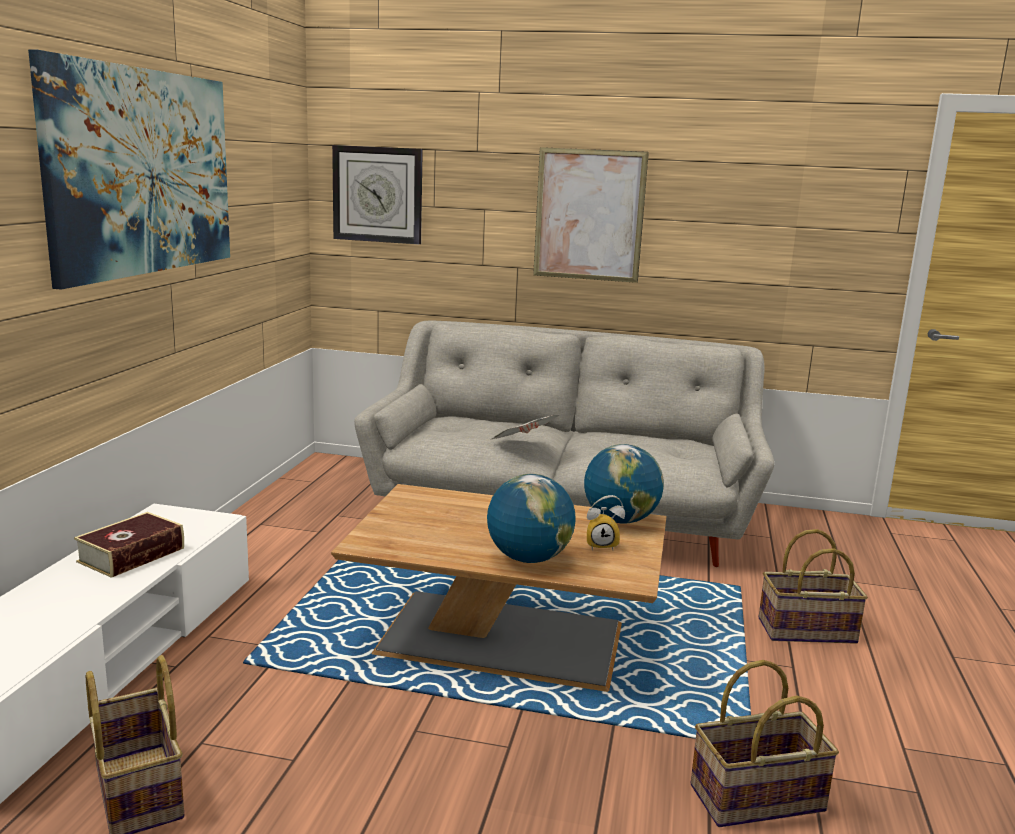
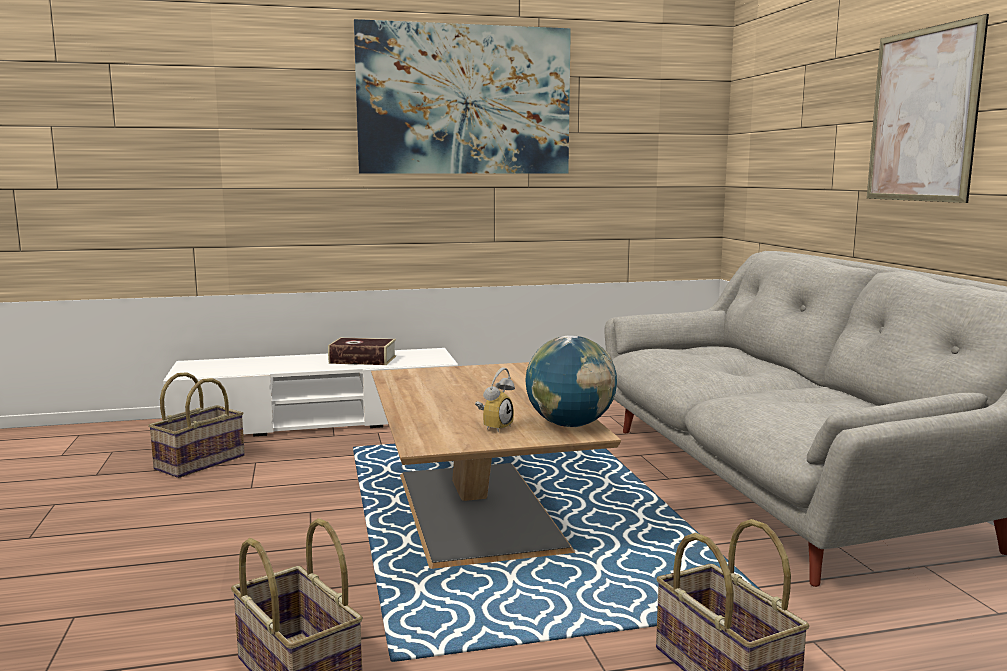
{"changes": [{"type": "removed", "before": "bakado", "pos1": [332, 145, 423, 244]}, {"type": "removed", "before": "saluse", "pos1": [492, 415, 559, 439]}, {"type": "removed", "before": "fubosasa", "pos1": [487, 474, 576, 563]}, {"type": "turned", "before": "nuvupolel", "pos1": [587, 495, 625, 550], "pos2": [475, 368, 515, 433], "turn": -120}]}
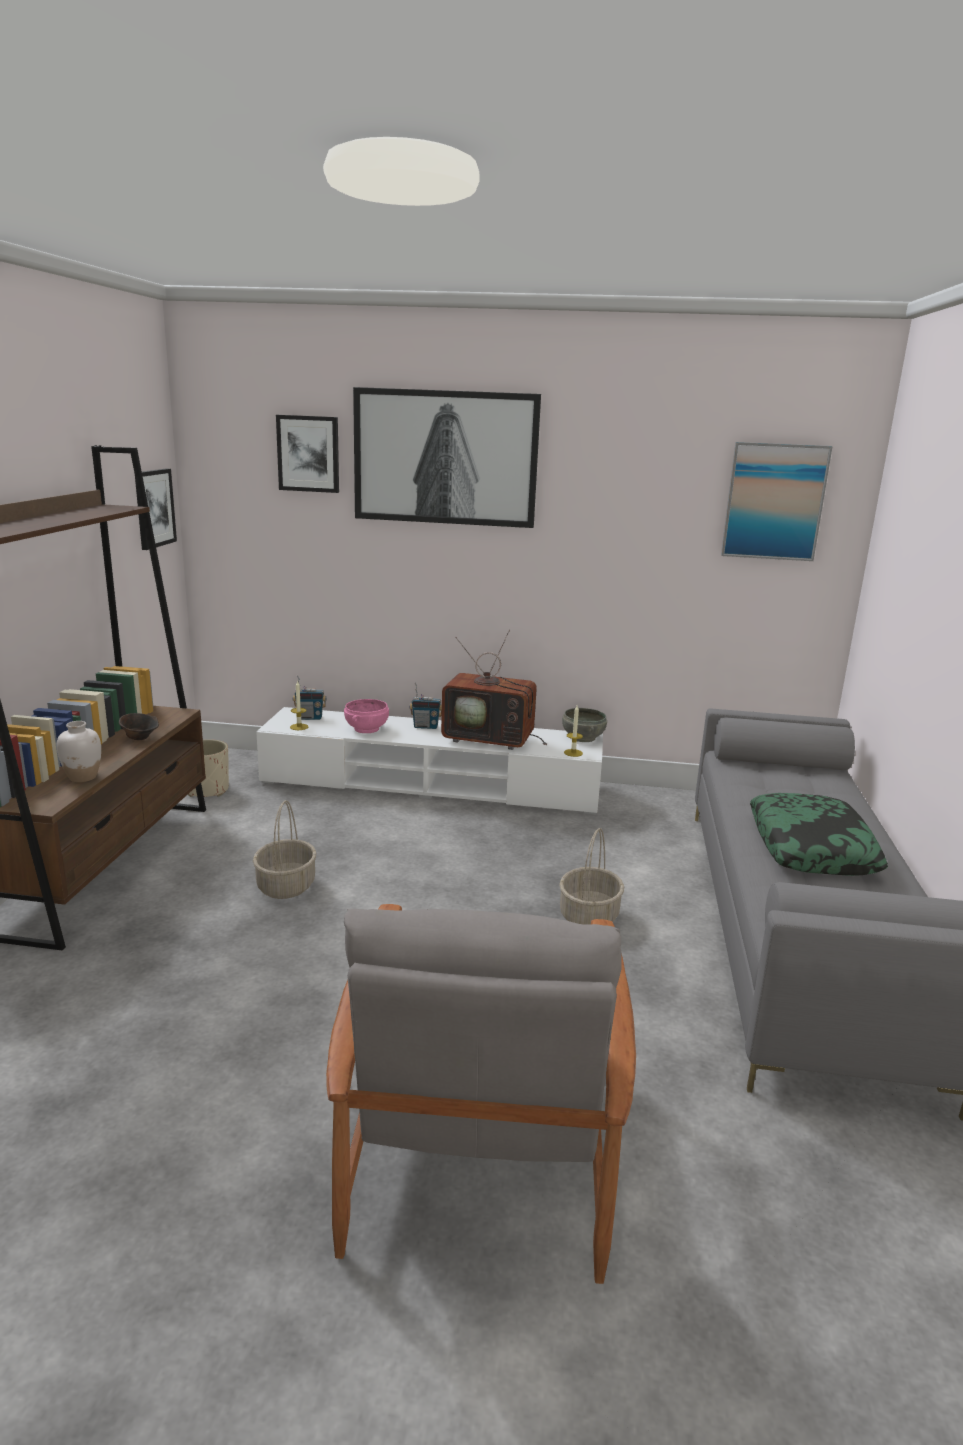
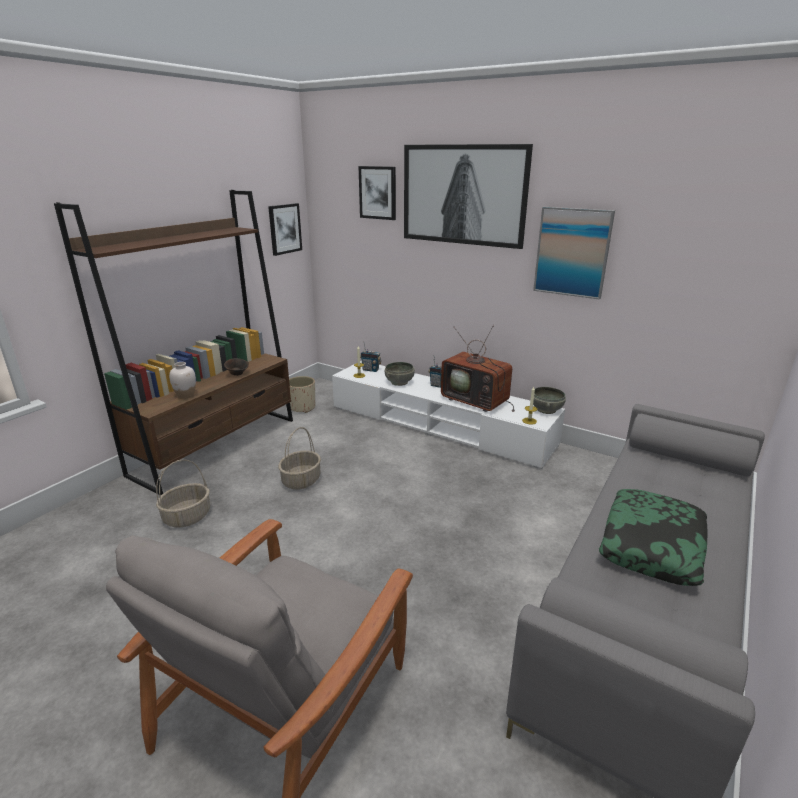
{"changes": [{"type": "moved", "before": "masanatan", "pos1": [721, 442, 833, 561], "pos2": [533, 207, 615, 300]}, {"type": "recoloured", "before": "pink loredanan", "after": "grey loredanan", "pos1": [344, 699, 389, 733], "pos2": [385, 362, 415, 386]}, {"type": "moved", "before": "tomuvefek", "pos1": [559, 828, 624, 925], "pos2": [156, 459, 210, 528]}]}
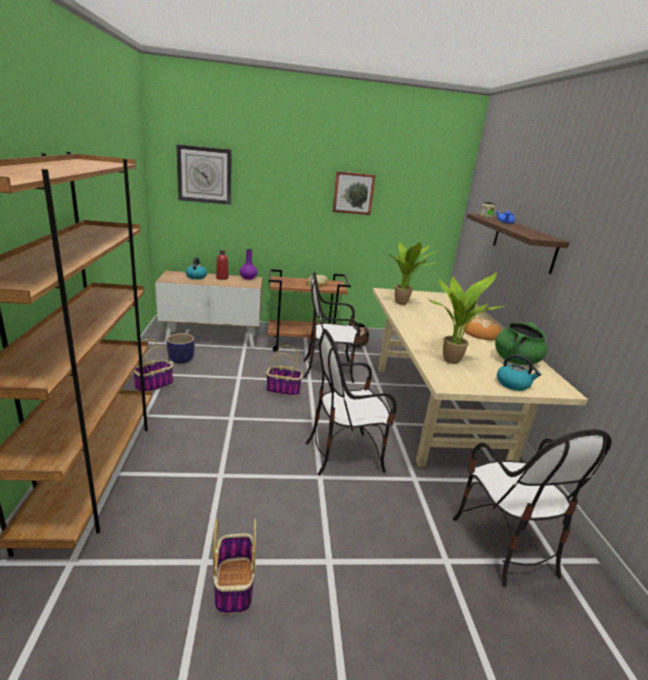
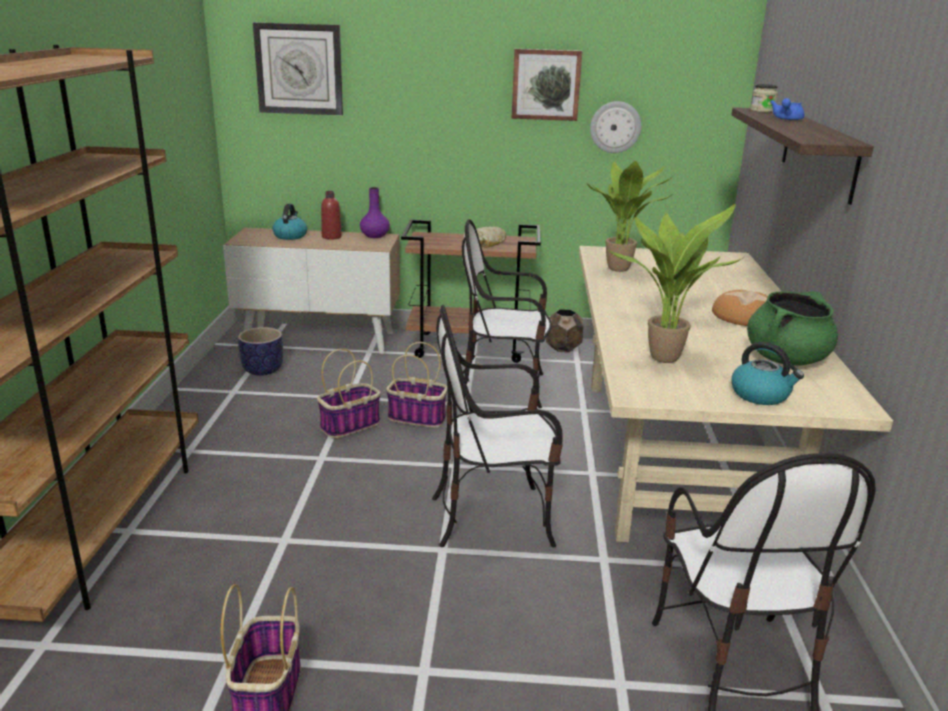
{"changes": [{"type": "moved", "before": "tomuvefek", "pos1": [133, 339, 173, 391], "pos2": [317, 349, 381, 438]}, {"type": "added", "after": "bakado", "pos2": [590, 101, 641, 153]}]}
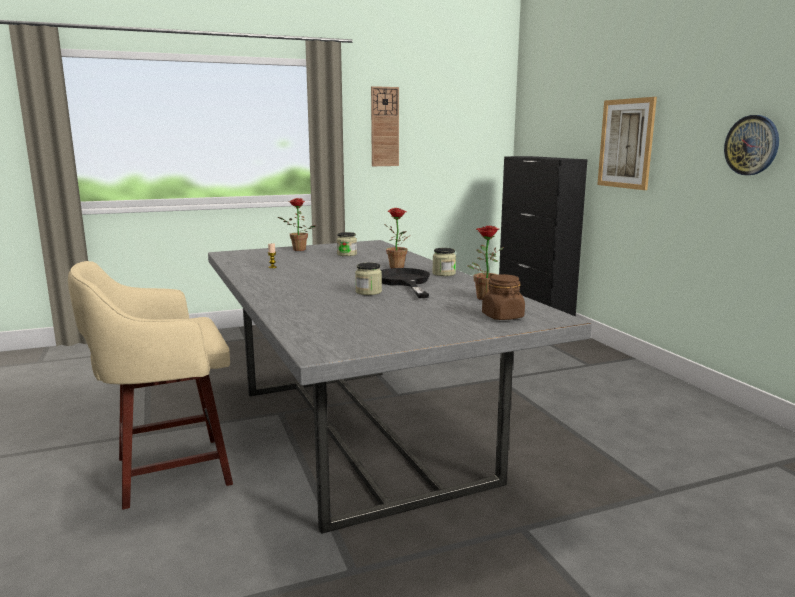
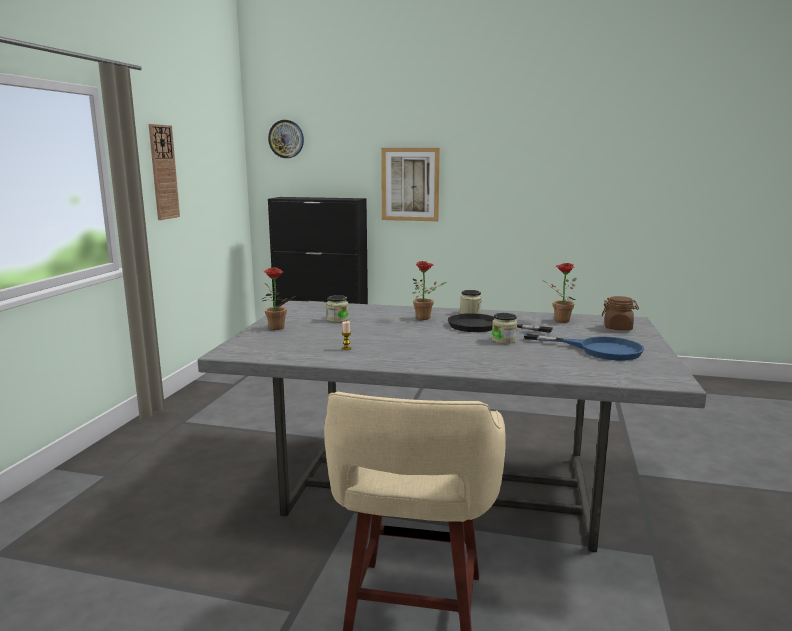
{"changes": [{"type": "moved", "before": "bakado", "pos1": [724, 115, 779, 175], "pos2": [268, 120, 304, 158]}, {"type": "added", "after": "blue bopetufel", "pos2": [524, 333, 644, 360]}]}
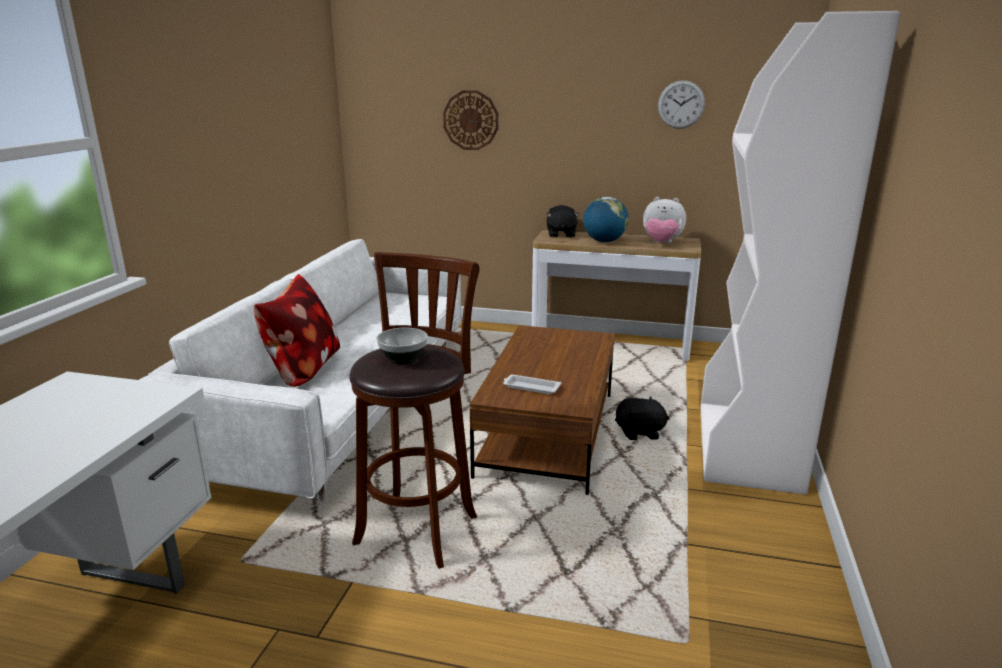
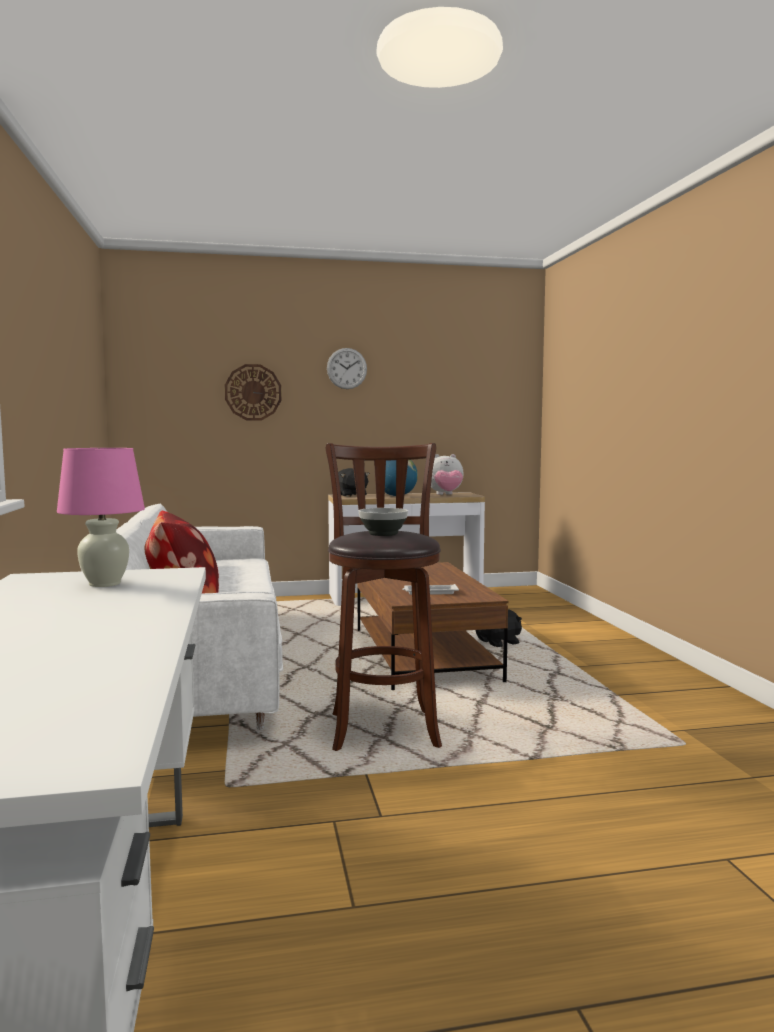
{"changes": [{"type": "removed", "before": "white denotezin", "pos1": [700, 11, 901, 495]}, {"type": "moved", "before": "bakado", "pos1": [658, 80, 705, 129], "pos2": [327, 348, 367, 389]}, {"type": "added", "after": "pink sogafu", "pos2": [57, 448, 145, 587]}]}
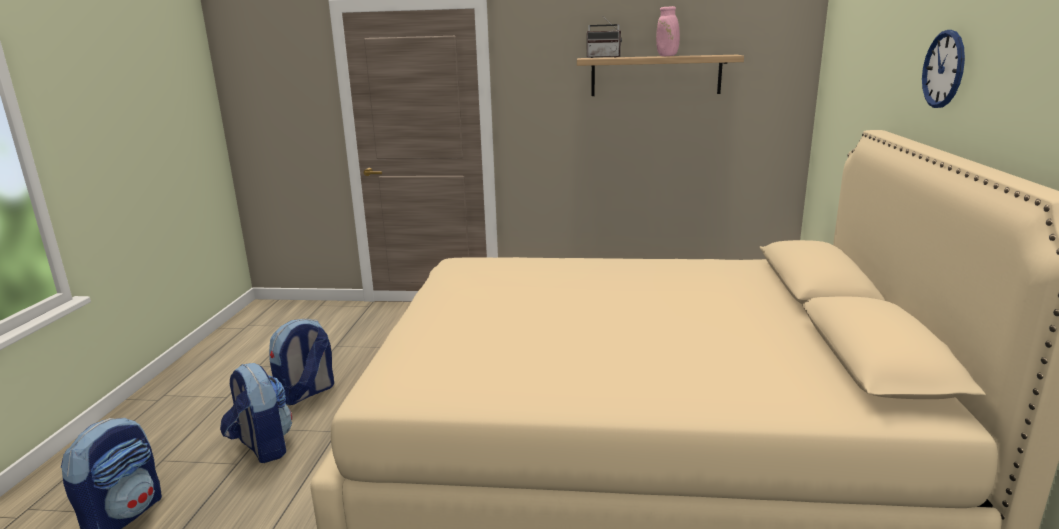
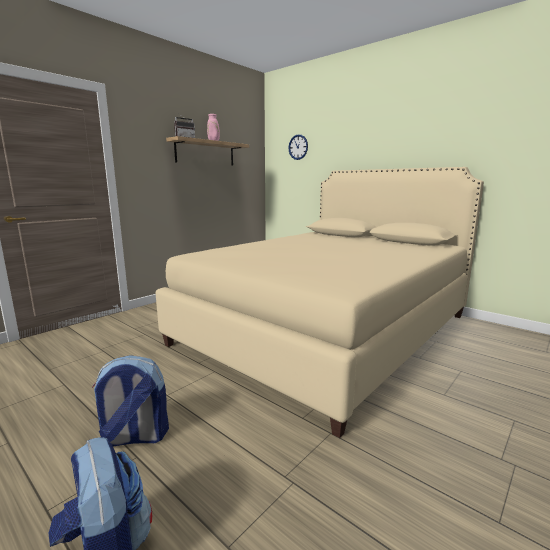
{"changes": [{"type": "moved", "before": "bakado", "pos1": [922, 30, 965, 108], "pos2": [288, 134, 308, 160]}, {"type": "removed", "before": "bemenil", "pos1": [269, 319, 334, 405]}]}
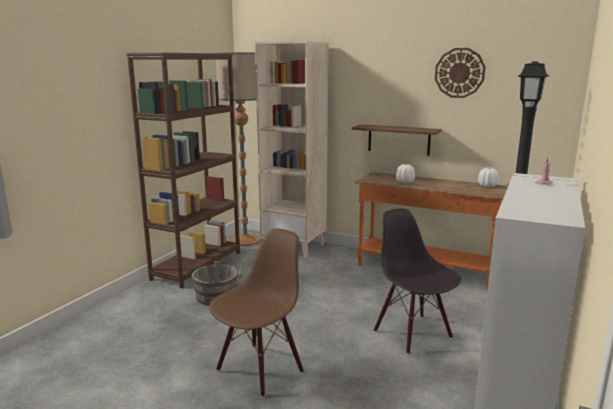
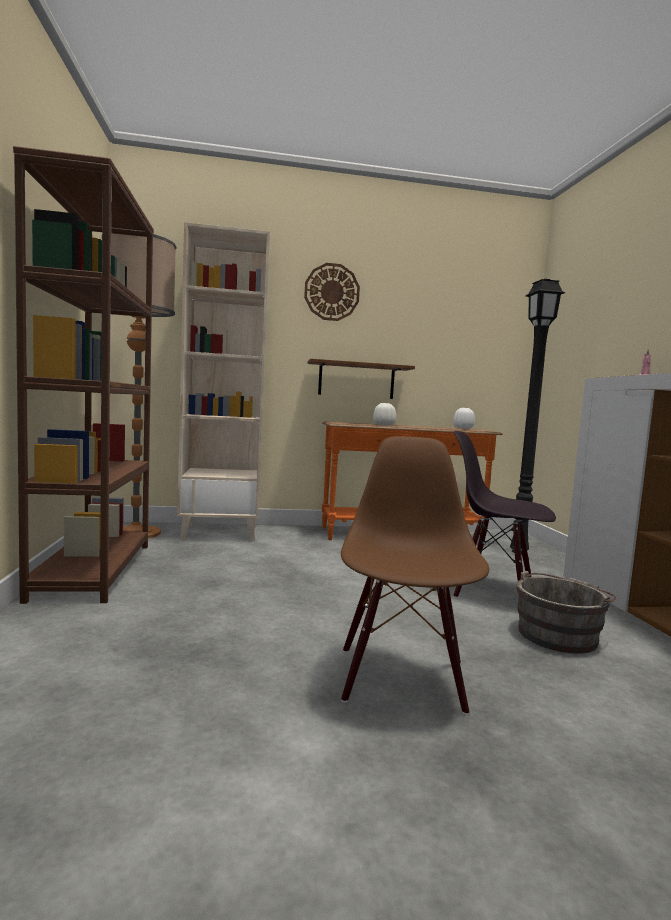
{"changes": [{"type": "moved", "before": "bakado", "pos1": [435, 48, 485, 98], "pos2": [304, 263, 360, 321]}, {"type": "moved", "before": "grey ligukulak", "pos1": [191, 261, 243, 306], "pos2": [516, 571, 616, 654]}]}
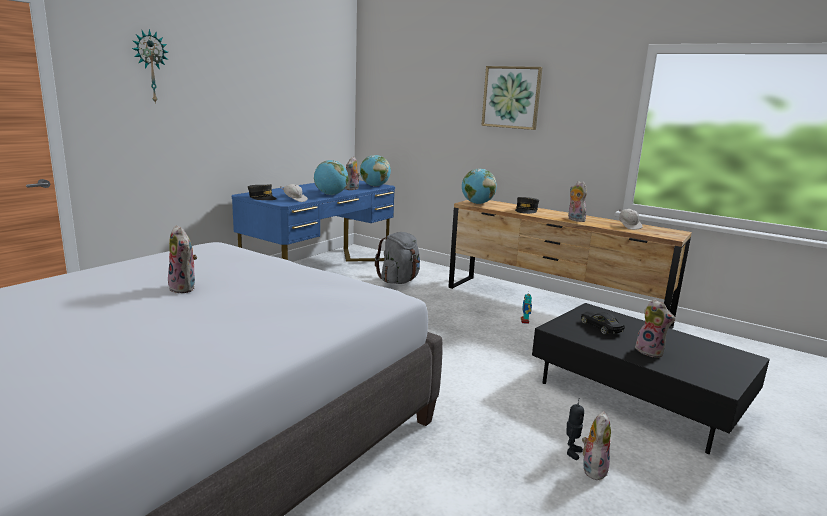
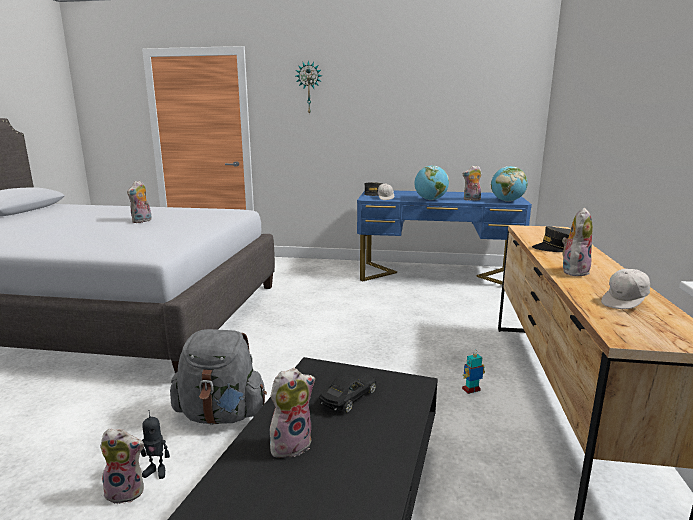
{"changes": [{"type": "removed", "before": "masanatan", "pos1": [481, 66, 543, 130]}, {"type": "removed", "before": "fubosasa", "pos1": [462, 169, 497, 204]}, {"type": "moved", "before": "grey bemenil", "pos1": [375, 232, 420, 284], "pos2": [170, 329, 267, 425]}, {"type": "turned", "before": "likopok", "pos1": [635, 299, 675, 357], "pos2": [270, 368, 315, 458], "turn": -150}]}
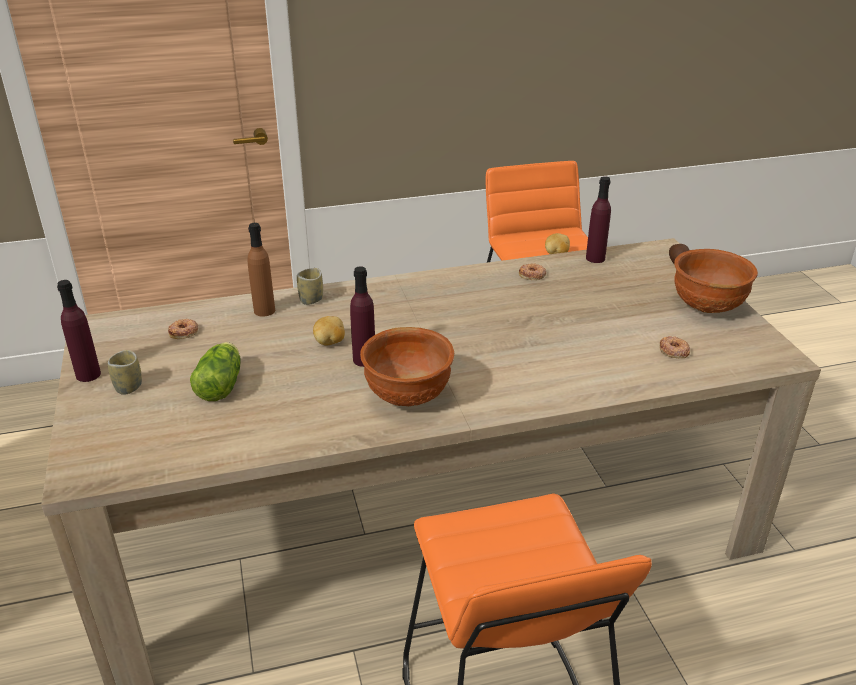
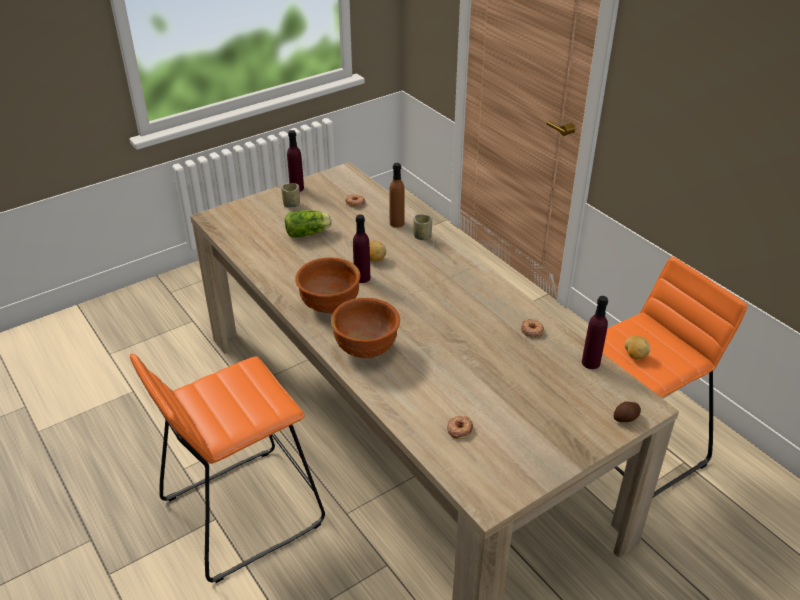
{"changes": [{"type": "moved", "before": "brown loredanan", "pos1": [674, 249, 758, 313], "pos2": [331, 298, 400, 358]}]}
